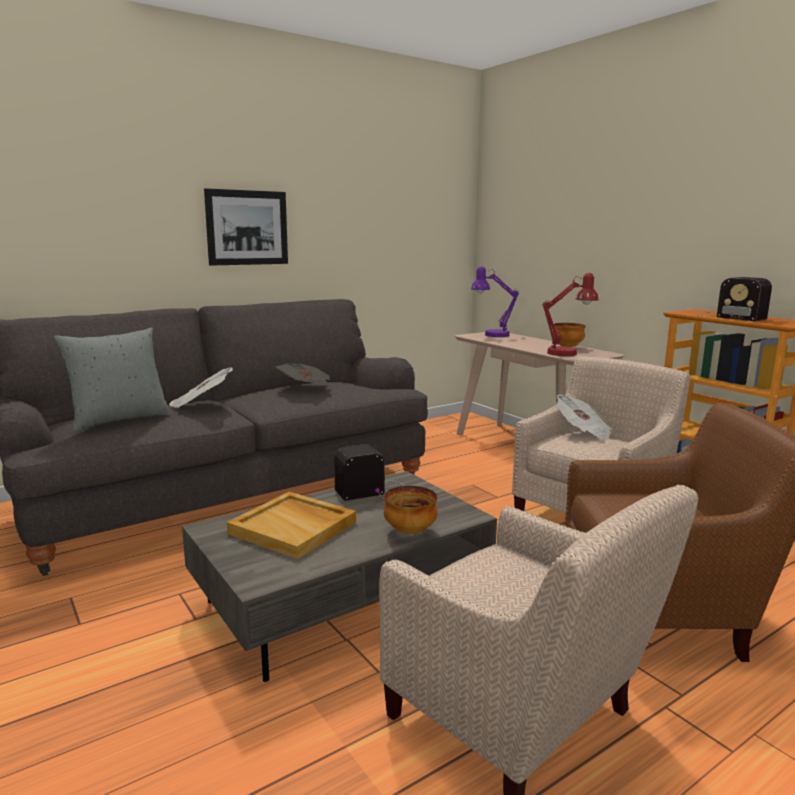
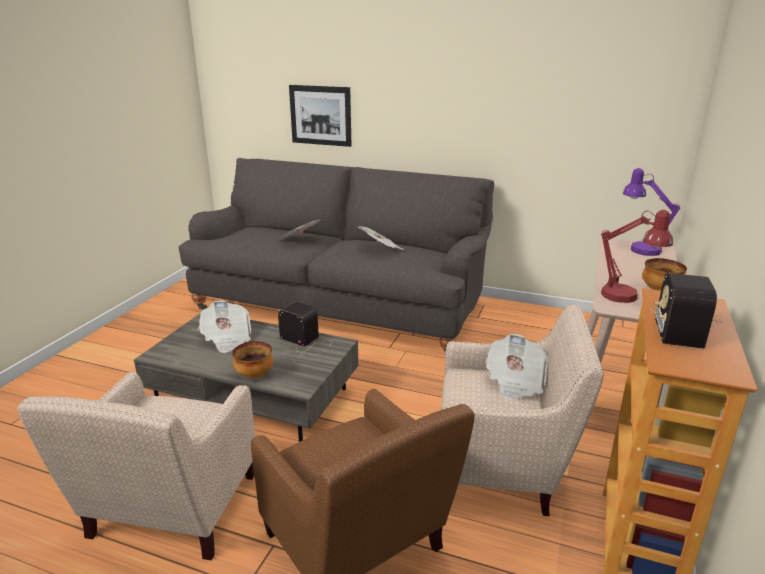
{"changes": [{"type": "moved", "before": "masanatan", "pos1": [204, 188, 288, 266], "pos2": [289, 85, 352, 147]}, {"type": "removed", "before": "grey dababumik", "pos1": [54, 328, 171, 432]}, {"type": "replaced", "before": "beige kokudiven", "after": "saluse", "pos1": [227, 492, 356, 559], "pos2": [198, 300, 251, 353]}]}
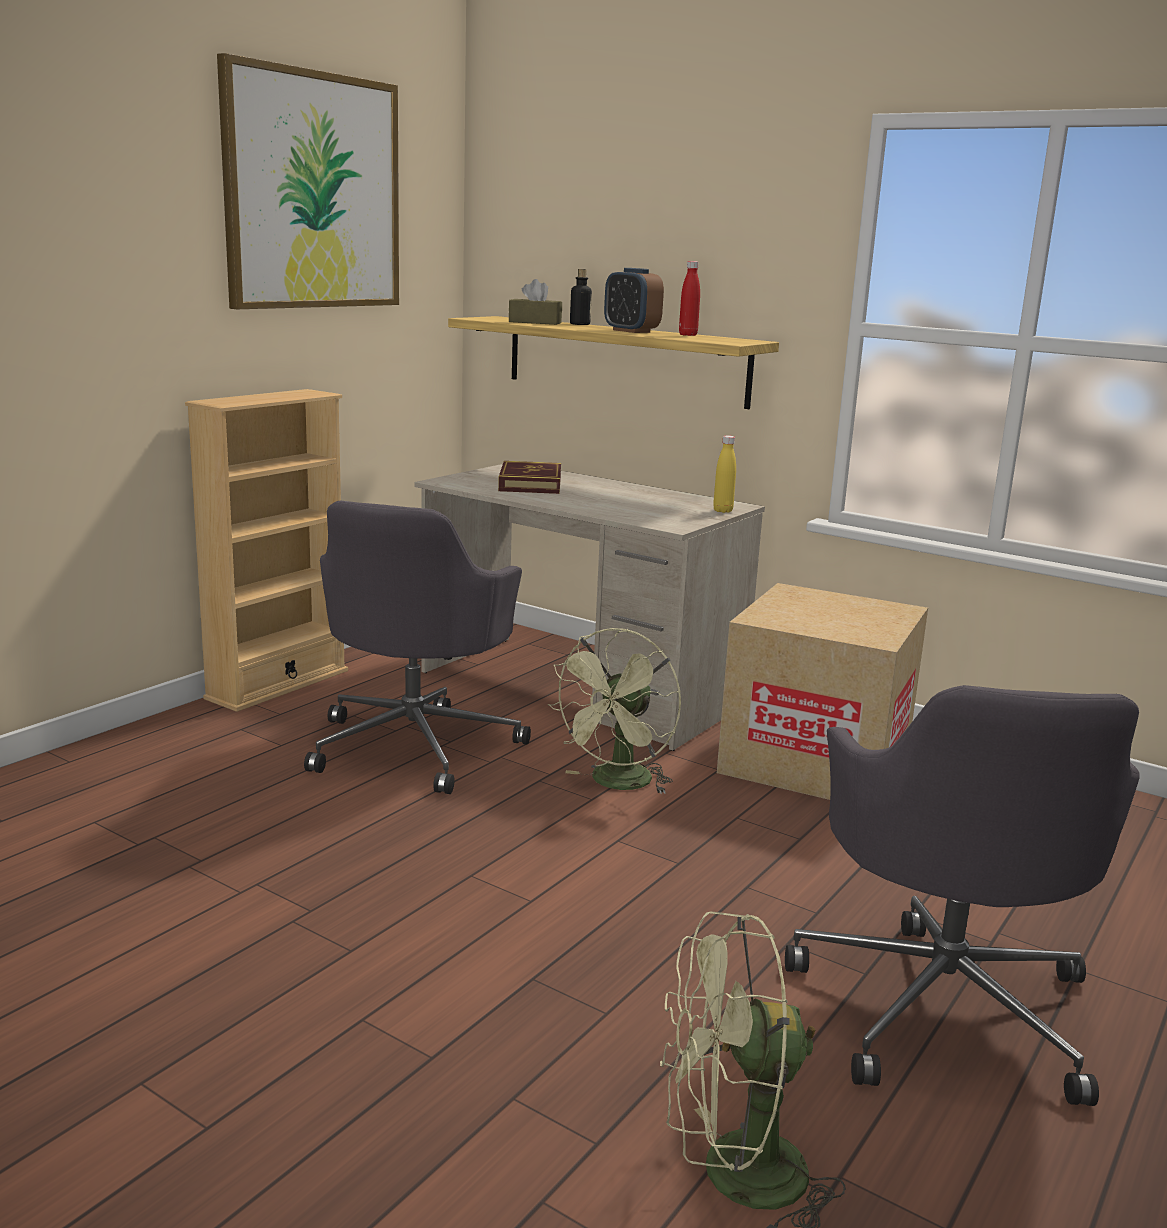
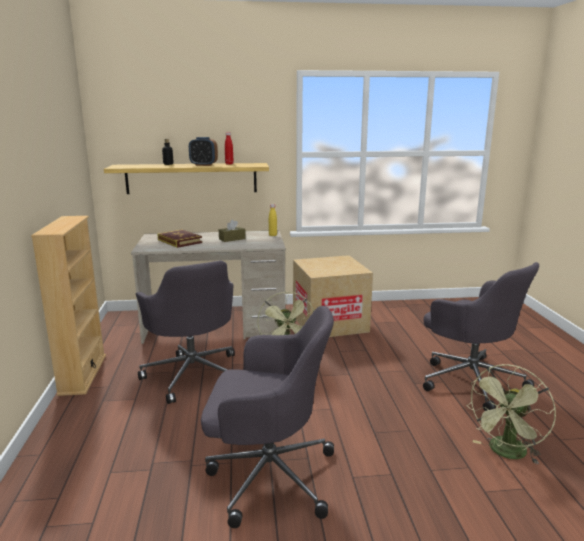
{"changes": [{"type": "removed", "before": "masanatan", "pos1": [217, 53, 399, 309]}, {"type": "moved", "before": "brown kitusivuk", "pos1": [509, 279, 562, 325], "pos2": [219, 220, 246, 242]}, {"type": "added", "after": "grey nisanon", "pos2": [201, 306, 334, 528]}]}
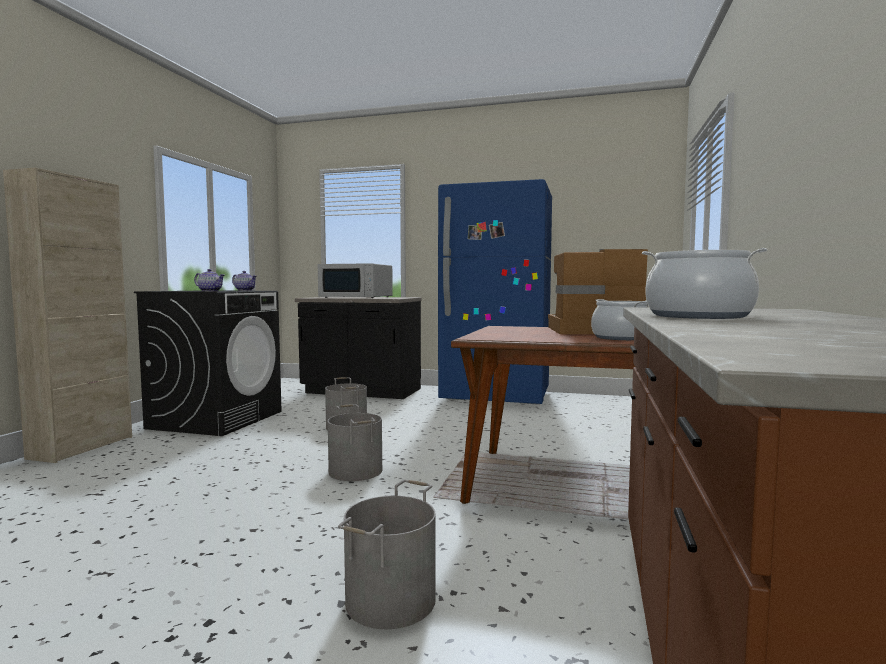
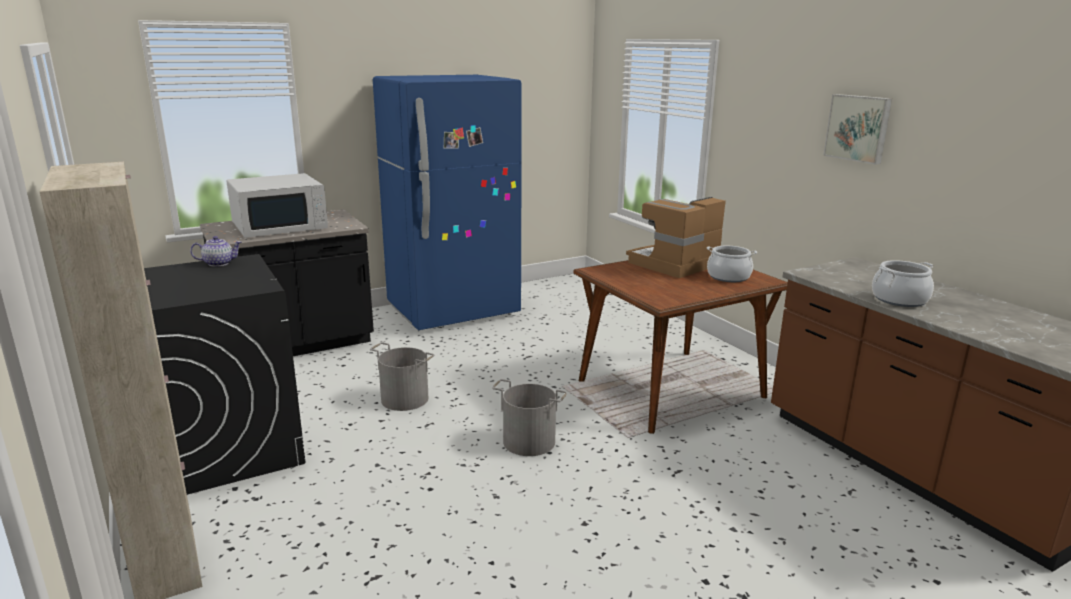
{"changes": [{"type": "removed", "before": "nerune", "pos1": [194, 269, 224, 291]}, {"type": "removed", "before": "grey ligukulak", "pos1": [338, 480, 436, 629]}, {"type": "added", "after": "masanatan", "pos2": [823, 94, 892, 165]}]}
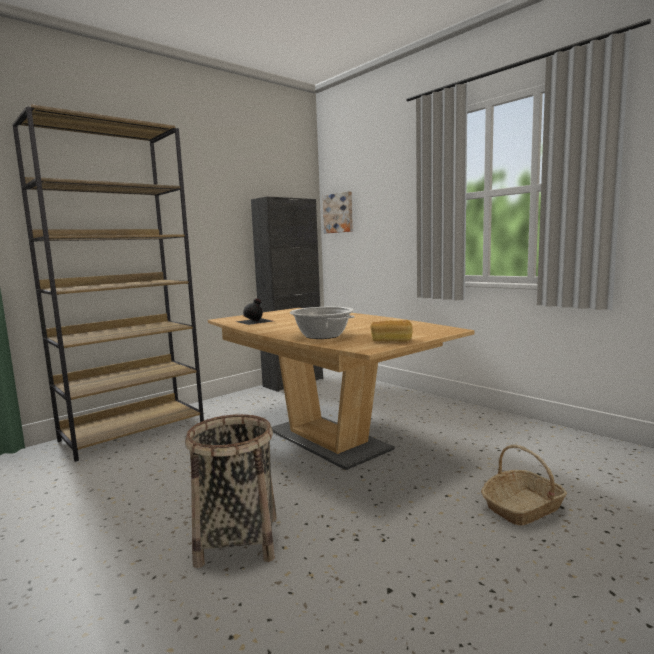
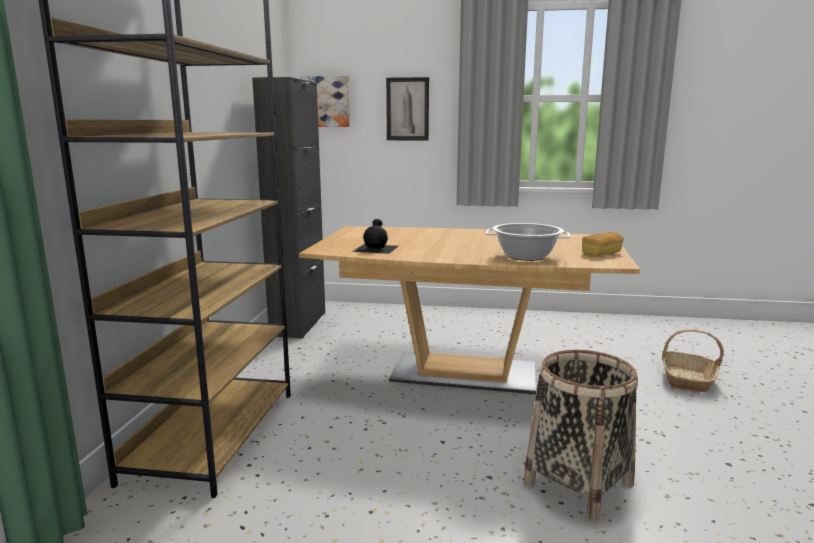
{"changes": [{"type": "added", "after": "masanatan", "pos2": [386, 77, 429, 141]}]}
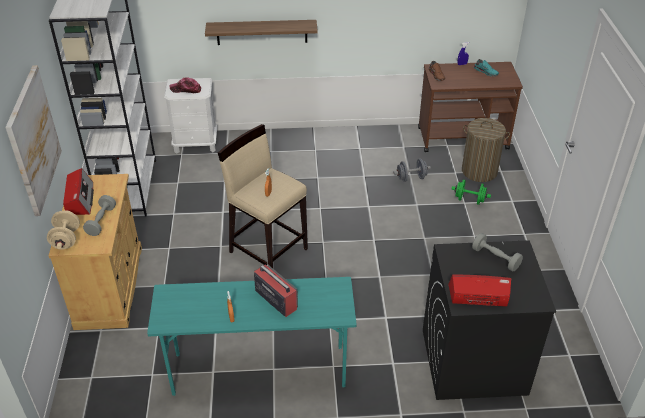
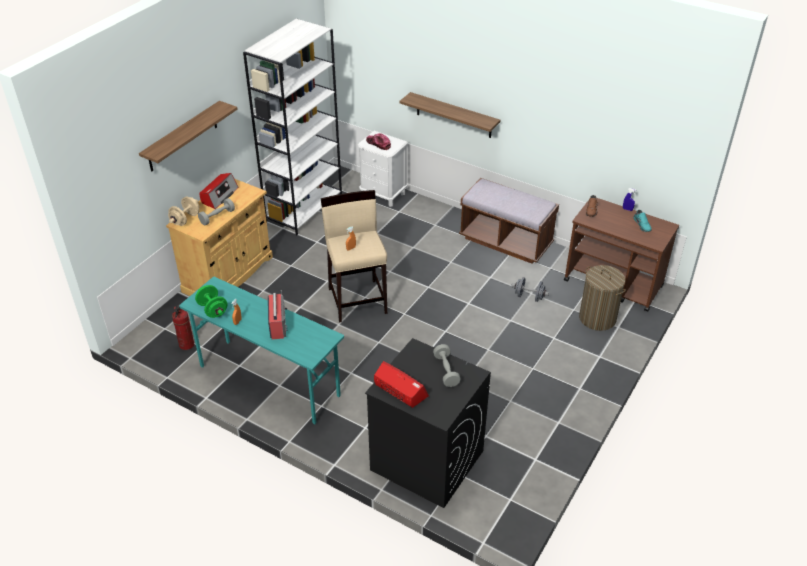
{"changes": [{"type": "replaced", "before": "masanatan", "after": "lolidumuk", "pos1": [6, 65, 62, 216], "pos2": [139, 101, 238, 172]}, {"type": "moved", "before": "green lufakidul", "pos1": [451, 180, 491, 205], "pos2": [195, 285, 227, 318]}, {"type": "added", "after": "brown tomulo", "pos2": [459, 178, 559, 264]}, {"type": "added", "after": "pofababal", "pos2": [172, 304, 194, 350]}]}
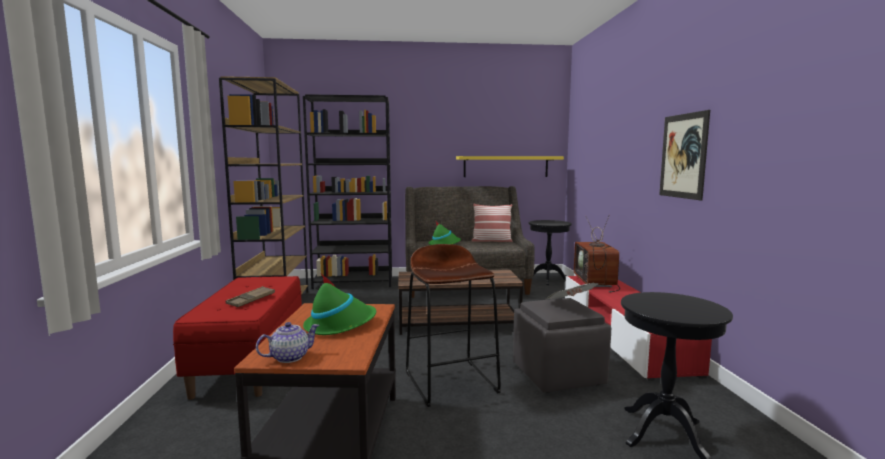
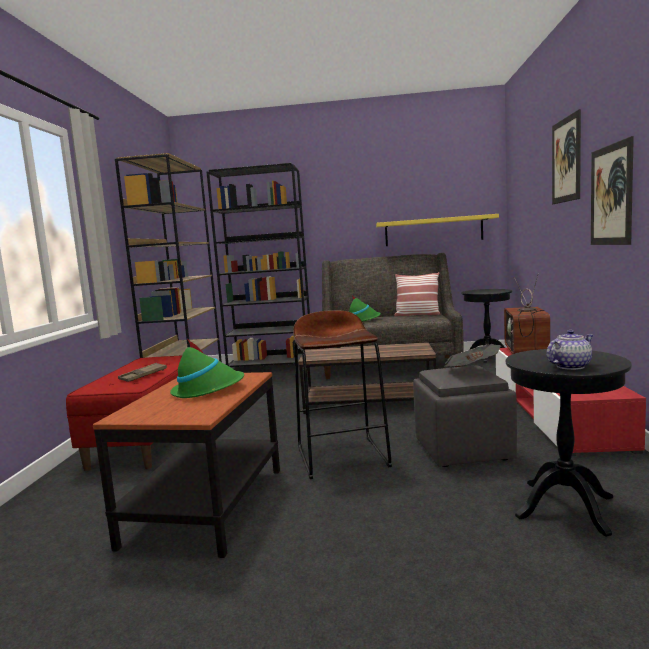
{"changes": [{"type": "moved", "before": "nerune", "pos1": [256, 322, 319, 363], "pos2": [546, 330, 593, 370]}, {"type": "added", "after": "masanatan", "pos2": [552, 109, 581, 204]}]}
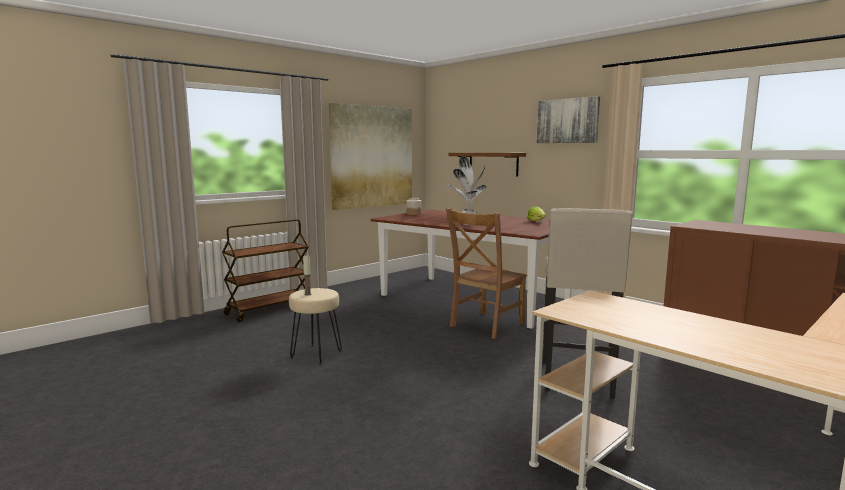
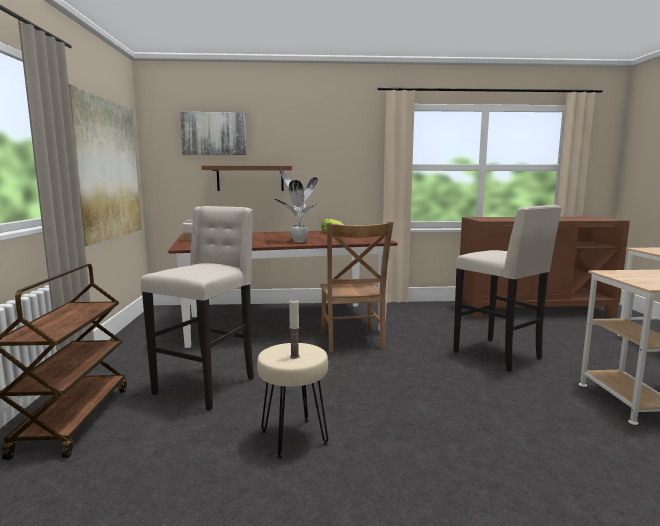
{"changes": [{"type": "moved", "before": "masanatan", "pos1": [537, 96, 600, 143], "pos2": [180, 112, 247, 155]}, {"type": "added", "after": "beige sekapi", "pos2": [141, 206, 254, 411]}]}
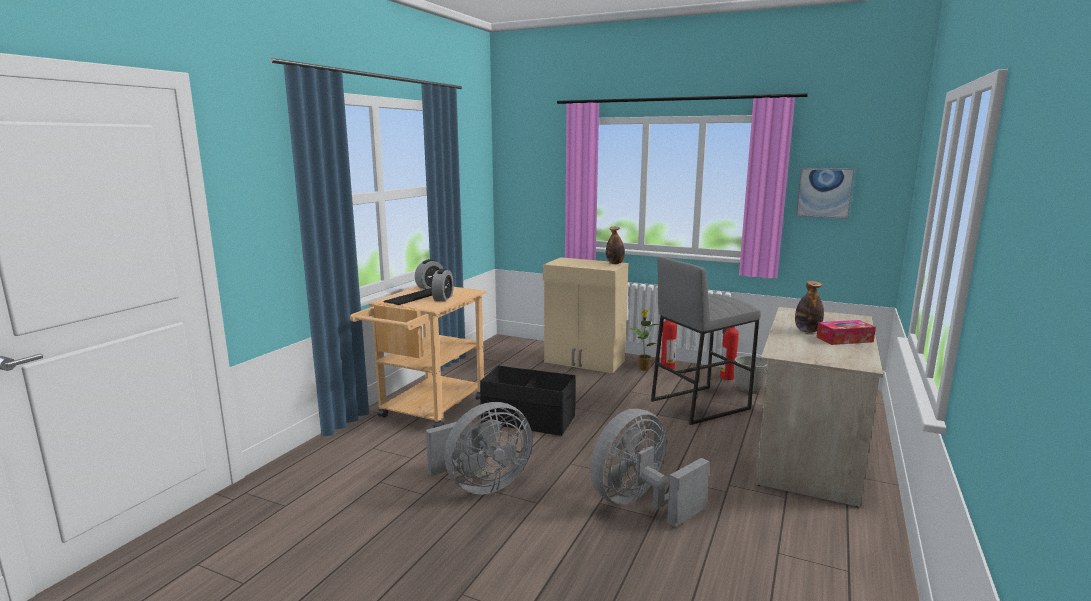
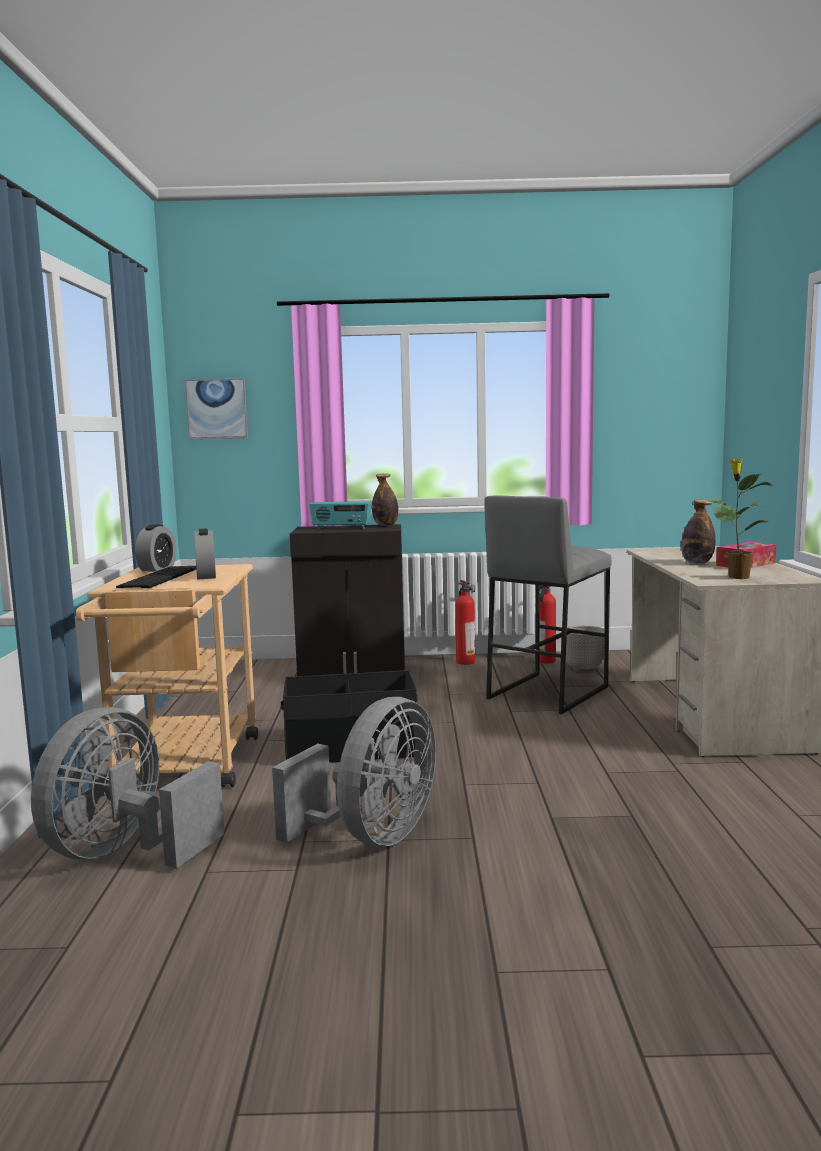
{"changes": [{"type": "moved", "before": "masanatan", "pos1": [796, 168, 854, 219], "pos2": [185, 378, 248, 439]}, {"type": "recoloured", "before": "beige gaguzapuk", "after": "black gaguzapuk", "pos1": [543, 257, 628, 373], "pos2": [290, 524, 405, 676]}, {"type": "moved", "before": "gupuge", "pos1": [631, 310, 659, 371], "pos2": [708, 459, 774, 579]}, {"type": "moved", "before": "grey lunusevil", "pos1": [590, 409, 710, 527], "pos2": [31, 707, 224, 868]}, {"type": "added", "after": "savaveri", "pos2": [310, 501, 372, 529]}]}
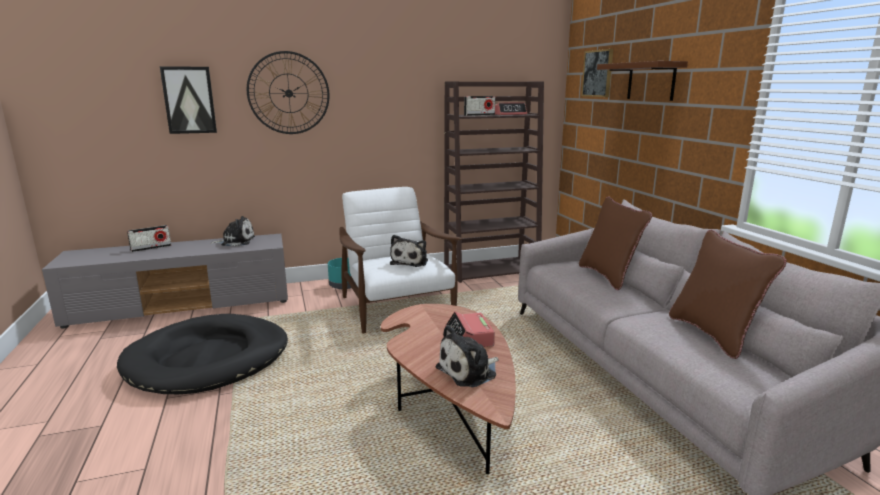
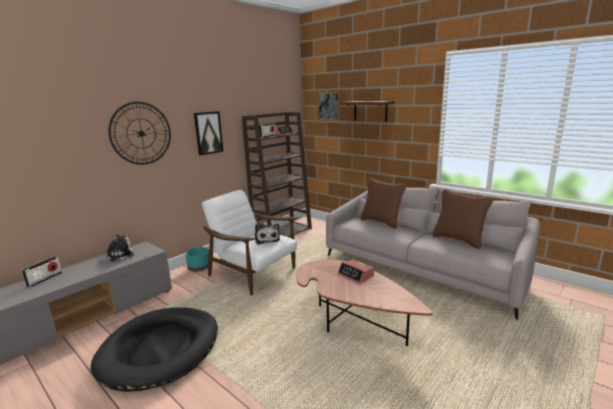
{"changes": [{"type": "moved", "before": "masanatan", "pos1": [160, 66, 217, 134], "pos2": [194, 111, 224, 155]}, {"type": "removed", "before": "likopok", "pos1": [436, 325, 499, 387]}]}
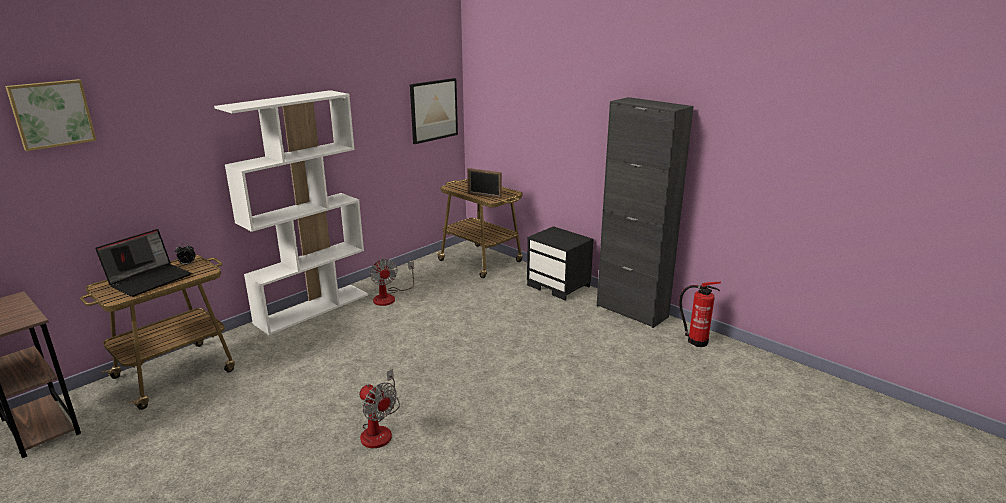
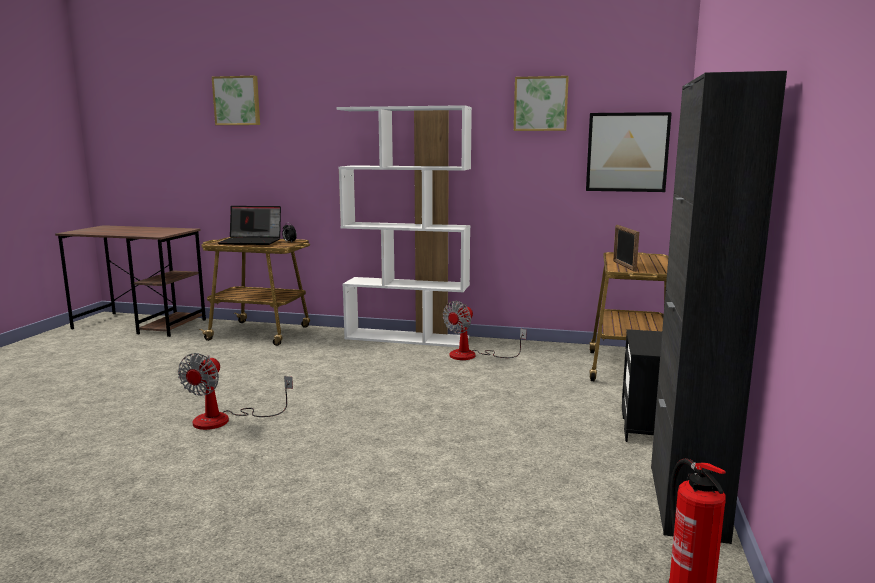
{"changes": [{"type": "added", "after": "masanatan", "pos2": [514, 76, 569, 131]}]}
